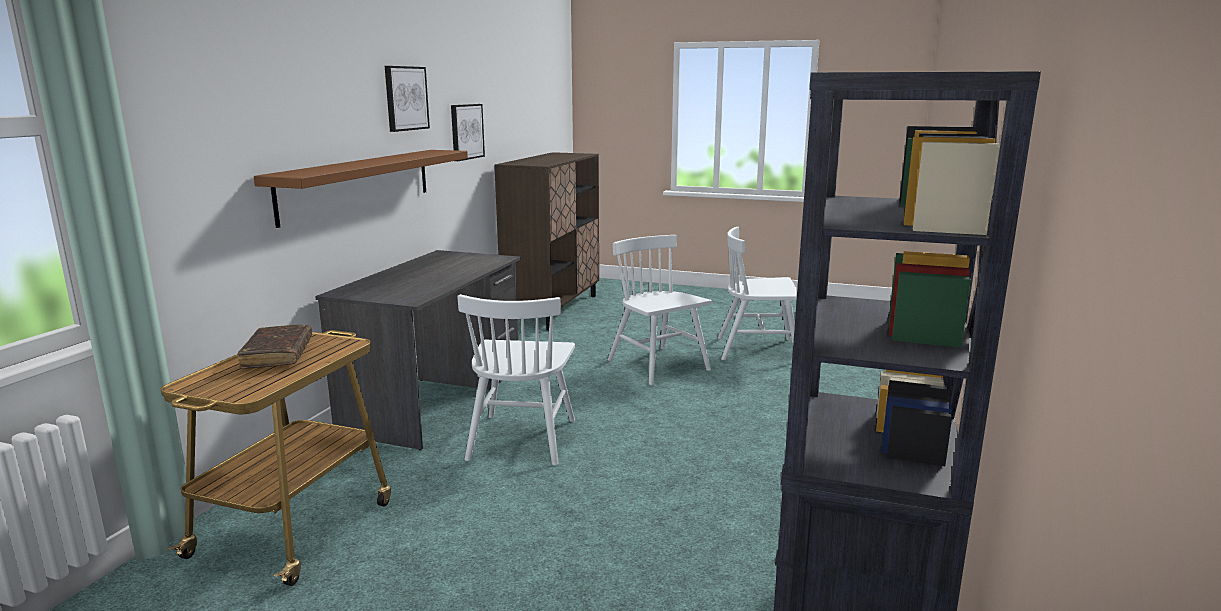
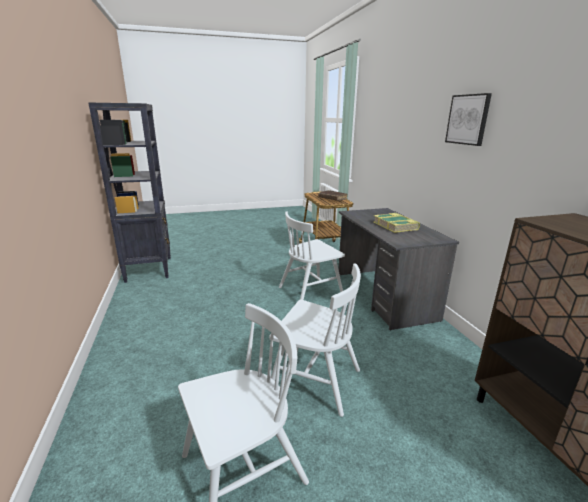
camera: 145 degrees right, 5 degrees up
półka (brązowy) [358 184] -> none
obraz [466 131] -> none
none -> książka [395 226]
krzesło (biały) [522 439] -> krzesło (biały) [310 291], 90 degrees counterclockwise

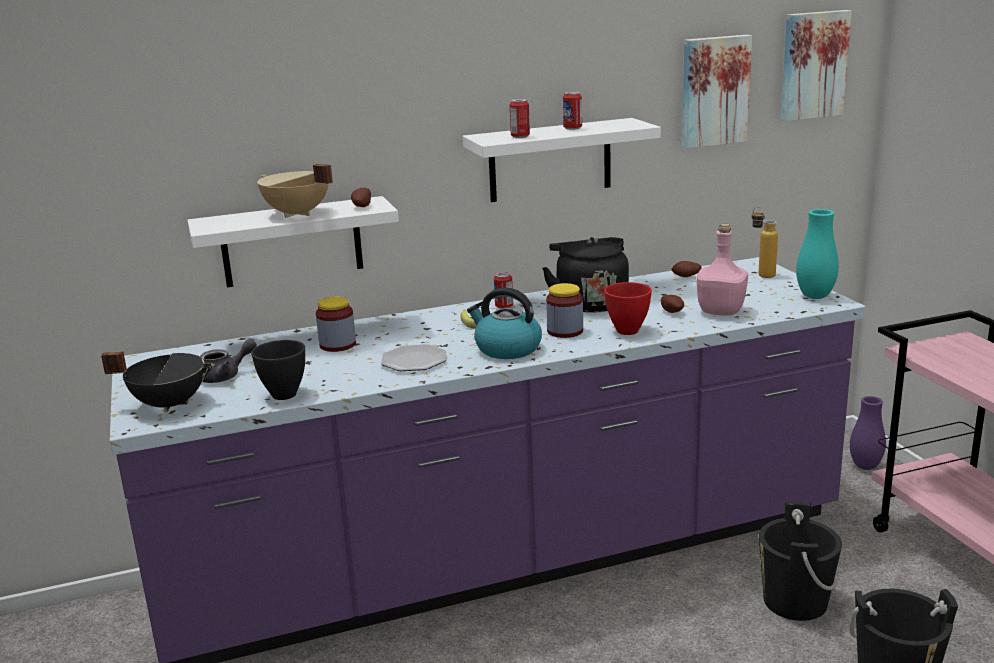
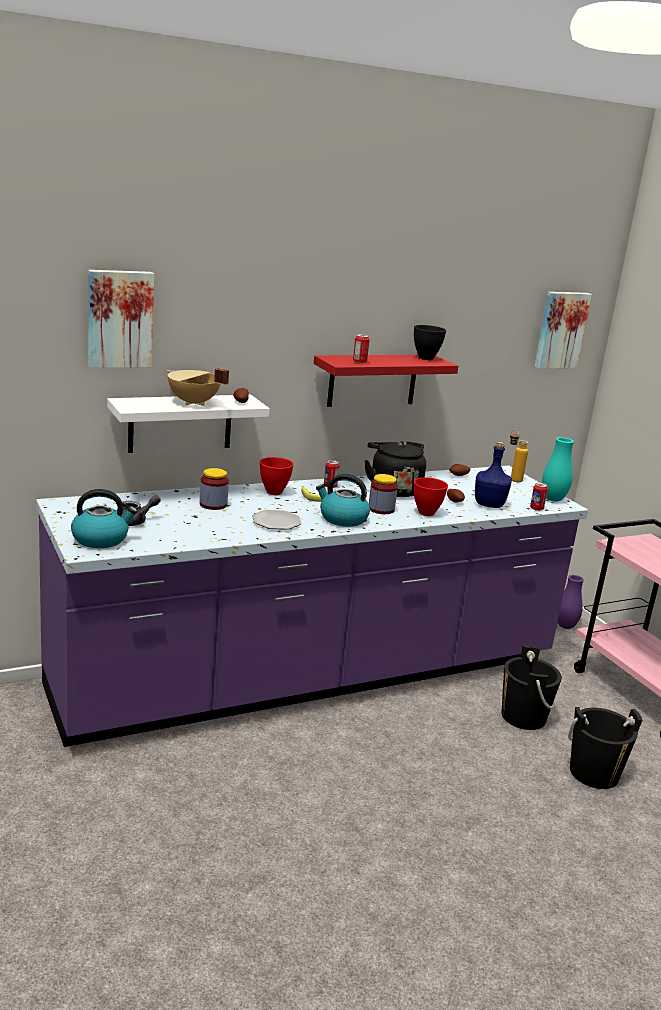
camera: 10 degrees left, 0 degrees up
none -> miska (czerwony) [273 492]
miska (czarny) [285 394] -> miska (czarny) [426 358], move
puszka [572 128] -> puszka [536 508], move
obraz [713 91] -> obraz [119 318], move
garnek (czarny) [169 404] -> czajnik [101 539]
półka (biały) [550 160] -> półka (czerwony) [372 380]
butelka (różowy) [721 312] -> butelka (niebieski) [489 505]

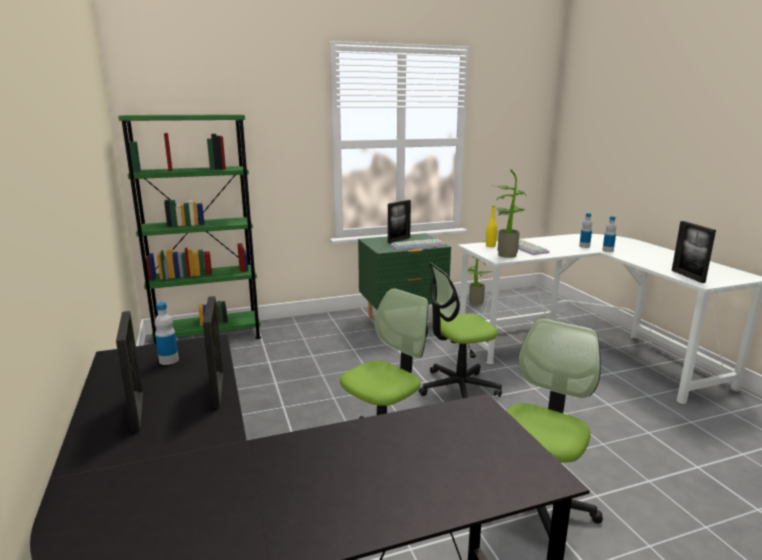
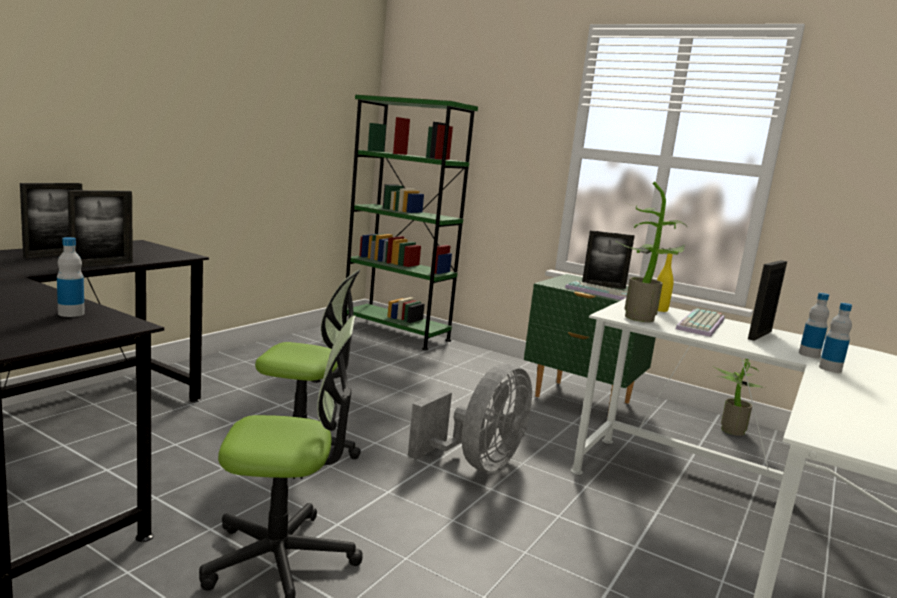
camera: 50 degrees right, 5 degrees down
butelka [169 360] -> butelka [71 313], move
ramka na zdjęcie [687 276] -> ramka na zdjęcie [760 335], move
krzesło biurowe [458 388] -> wentylator (szary) [477 464]

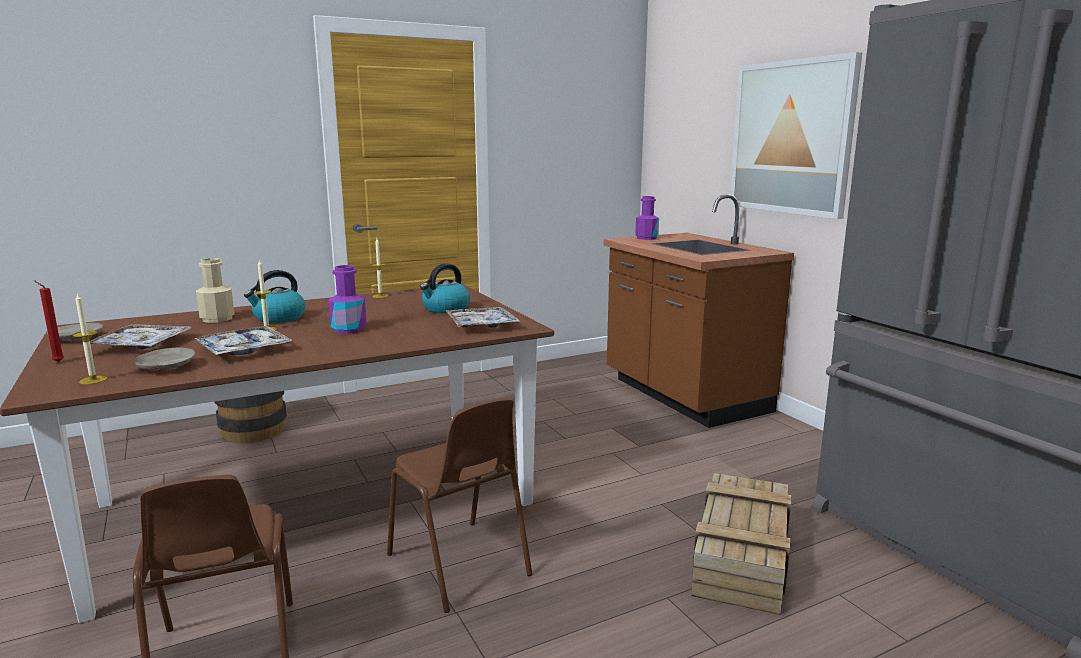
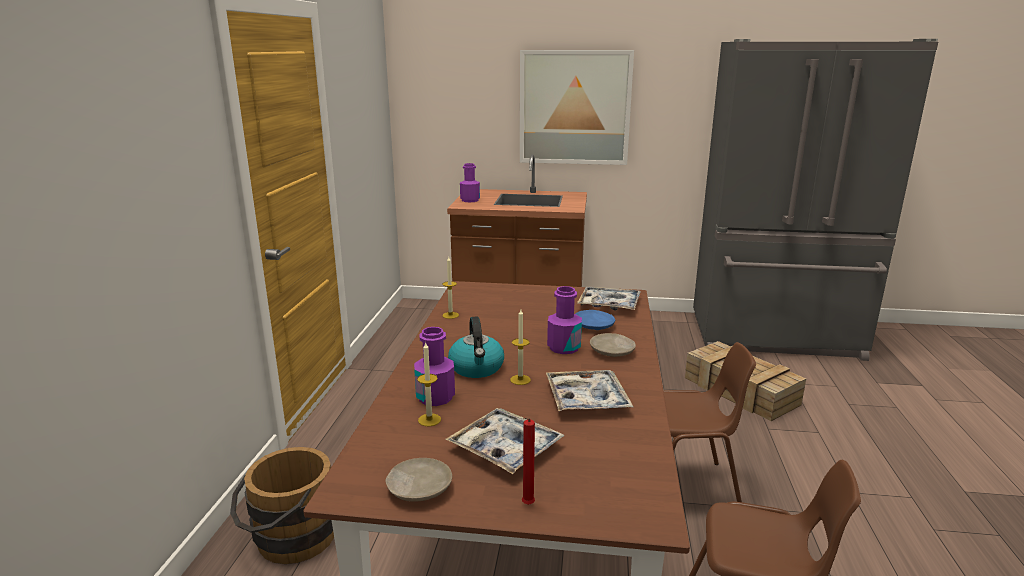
camera: 55 degrees left, 5 degrees up
czajnik [445 309] -> none
none -> talerz (niebieski) [594 326]
świeca [93 380] -> świeca [429 420], move
talerz (beżowy) [166 367] -> talerz (beżowy) [612 352], move
butelka (beżowy) [217 319] -> butelka (fioletowy) [435 397]

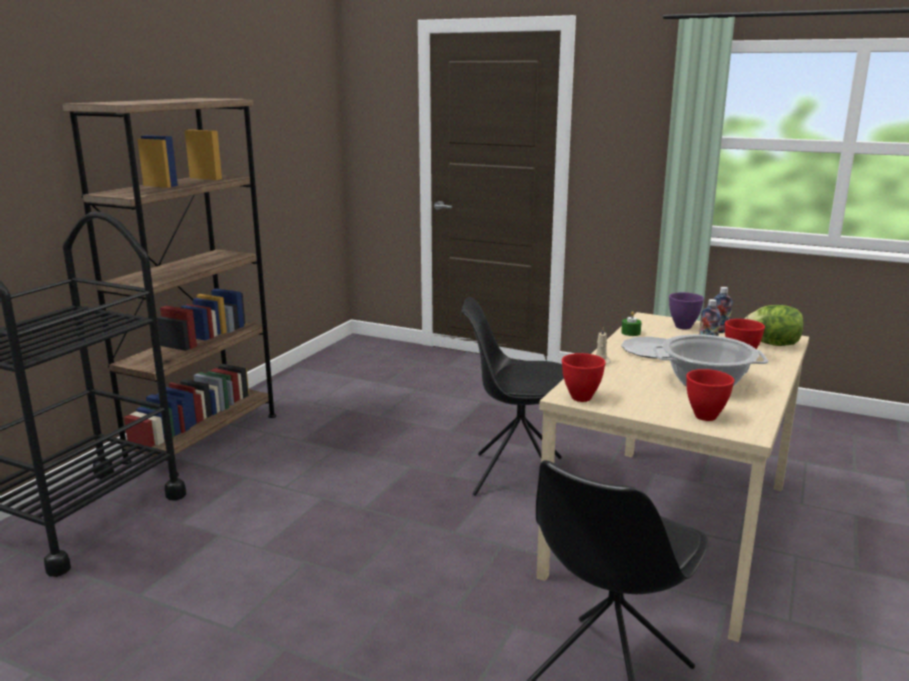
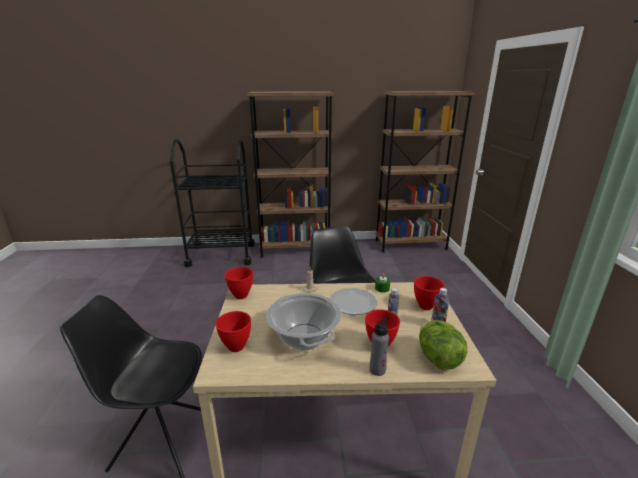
camera: 60 degrees right, 5 degrees up
none -> butelka (szary) [377 369]
none -> regał (brązowy) [410 244]
miska (fioletowy) [684 327] -> miska (czerwony) [426 306]

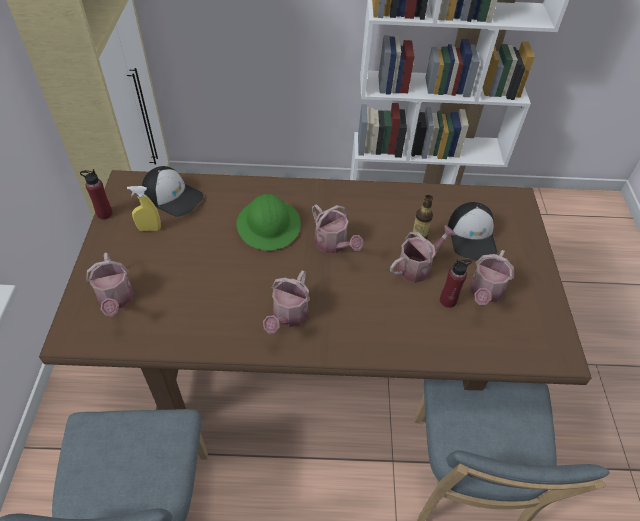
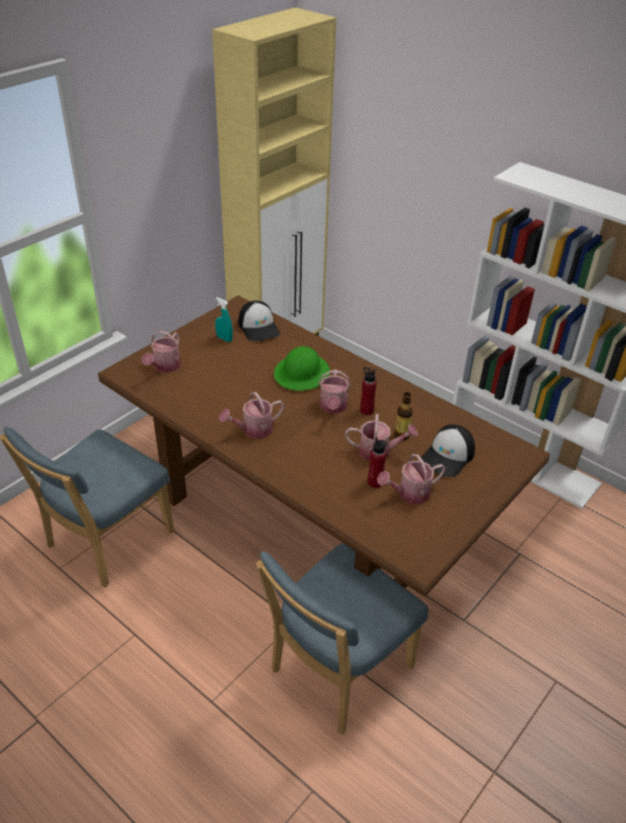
camera: 40 degrees right, 10 degrees down
butelka (czerwony) [104 213] -> butelka (czerwony) [366 410], move
spryskiwacz (żółty) [149 229] -> spryskiwacz (turkusowy) [224 339]

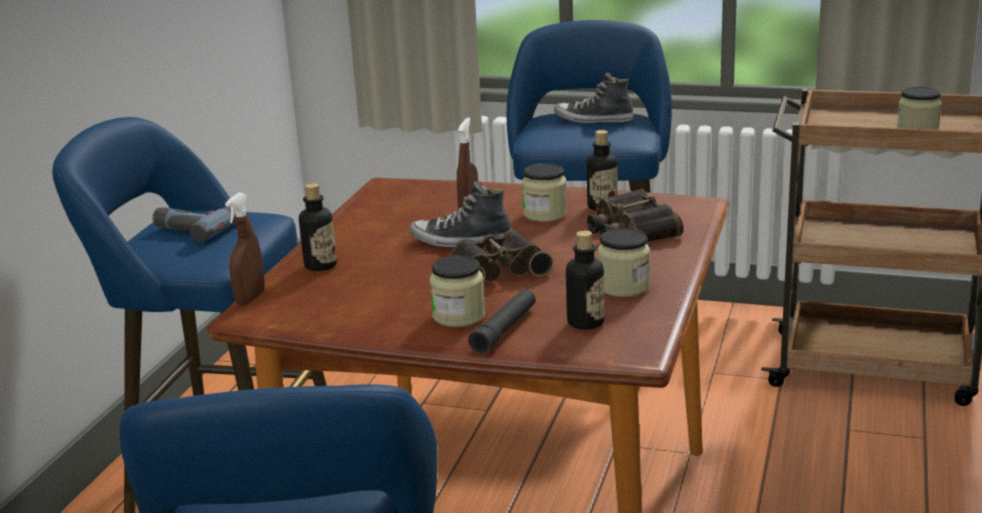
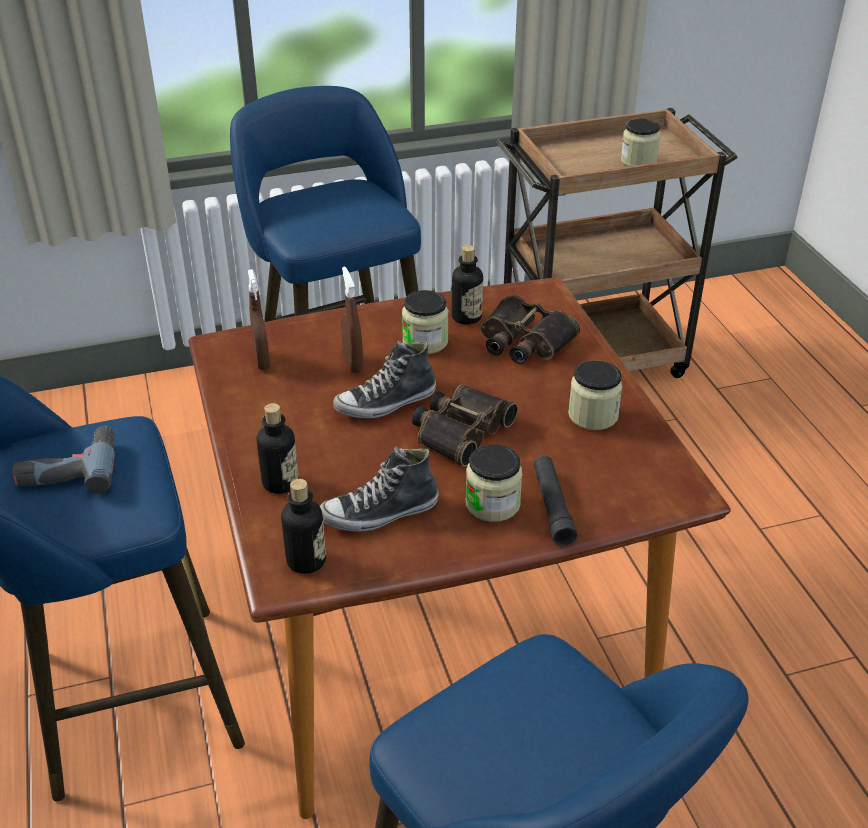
camera: 35 degrees left, 15 degrees up
spryskiwacz (brązowy) [250 298] -> spryskiwacz (brązowy) [262 361], move
but [593 120] -> but [380 513], move
butelka [585 322] -> butelka [306 561], move

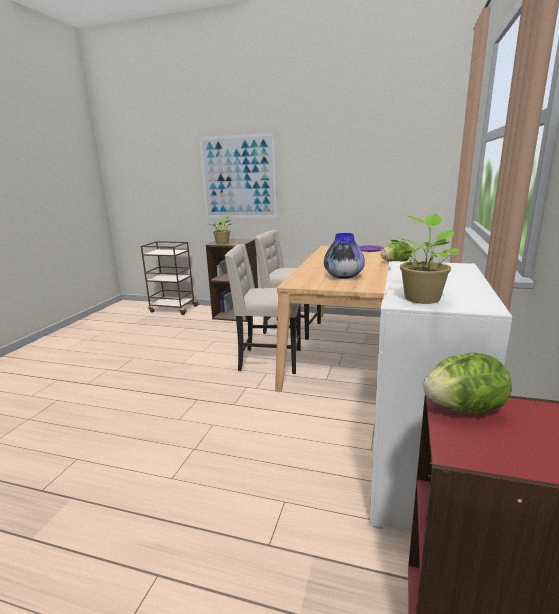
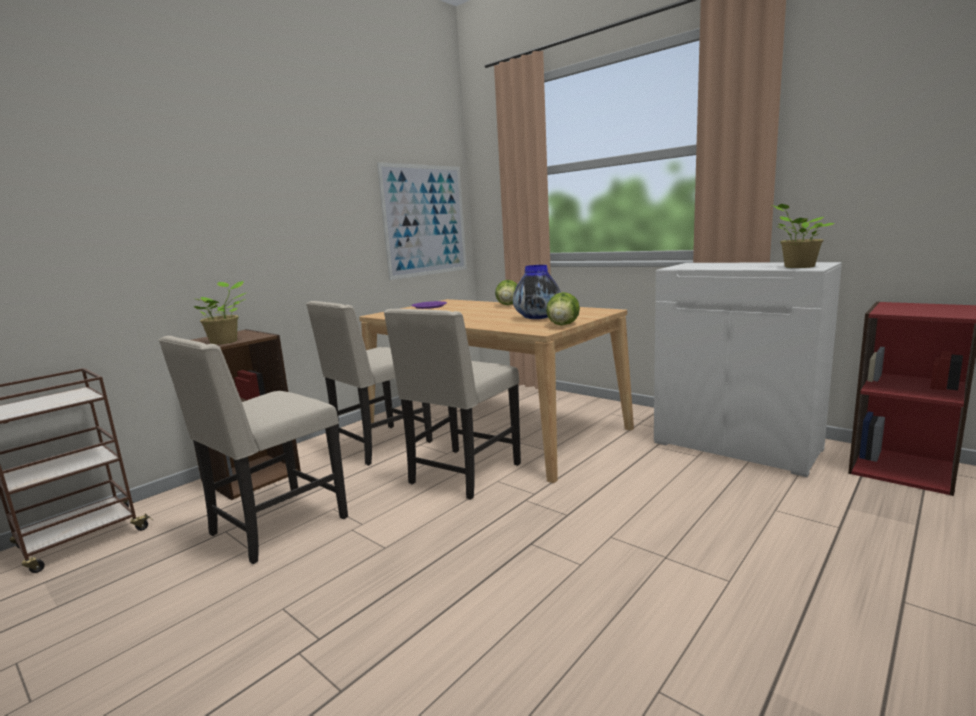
camera: 65 degrees left, 5 degrees down
none -> krzesło (beżowy) [275 527]
obraz [238 177] -> obraz [425 220], move
sałata [464 409] -> sałata [563 325], move

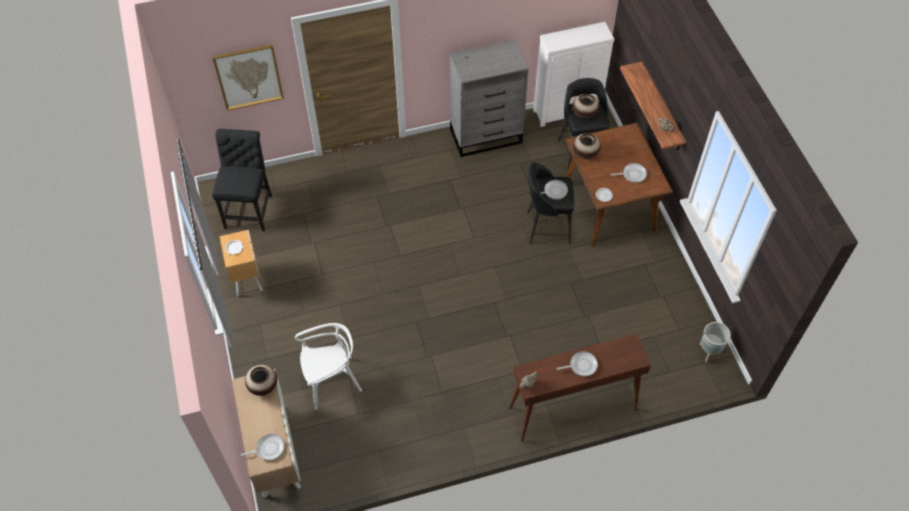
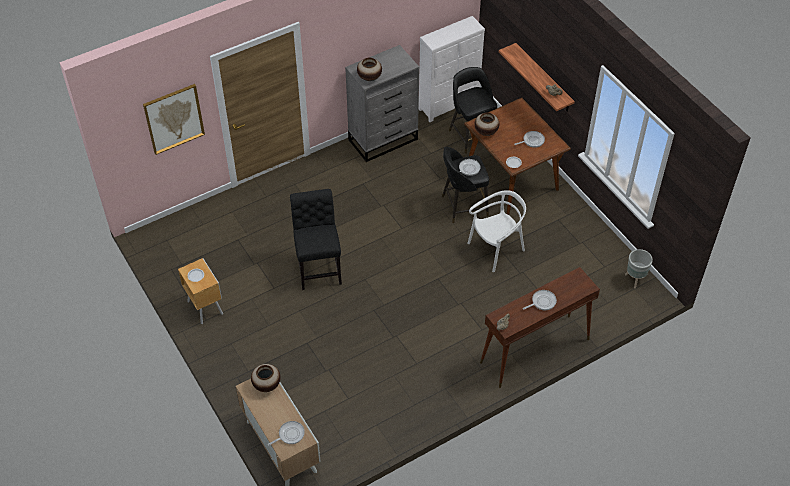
camera: 15 degrees left, 5 degrees down
krzesło (czarny) [249 209] -> krzesło (czarny) [318 267], move
krzesło (biały) [331 381] -> krzesło (biały) [496 249], move
wazon [584 114] -> wazon [369 78], move

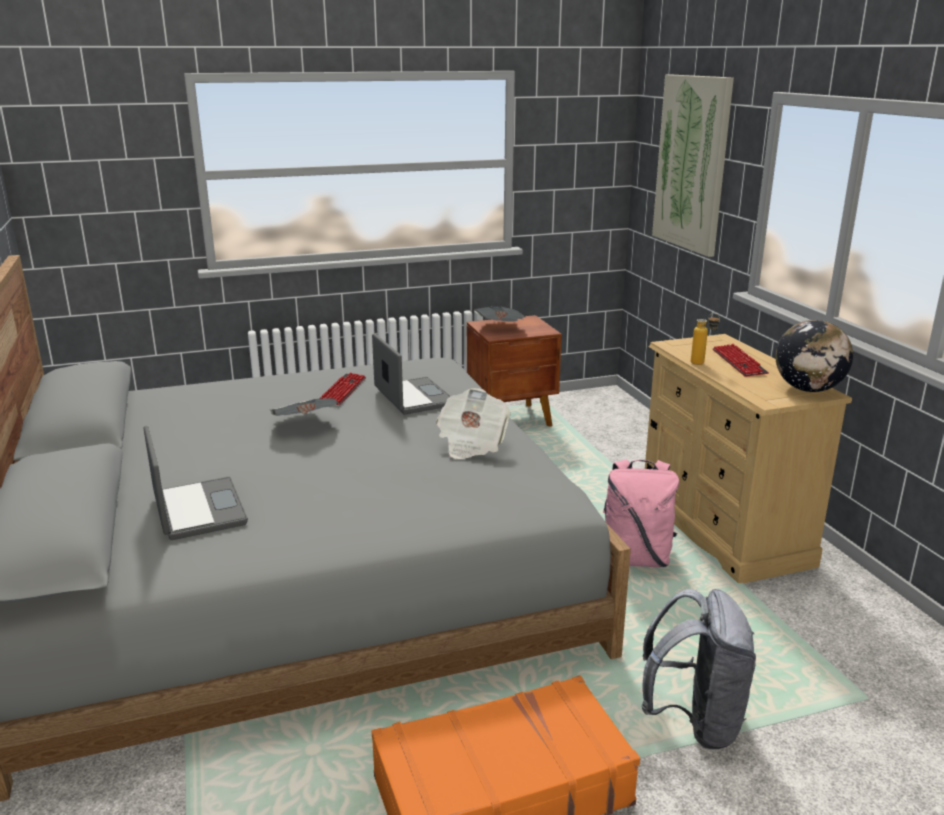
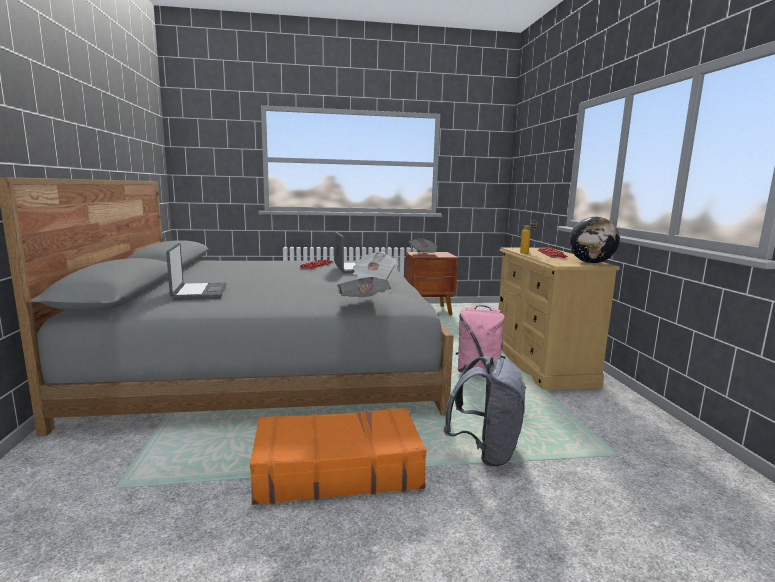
camera: 10 degrees right, 10 degrees down
obraz [692 163] -> none
gazeta [305 425] -> gazeta [363 303], move

